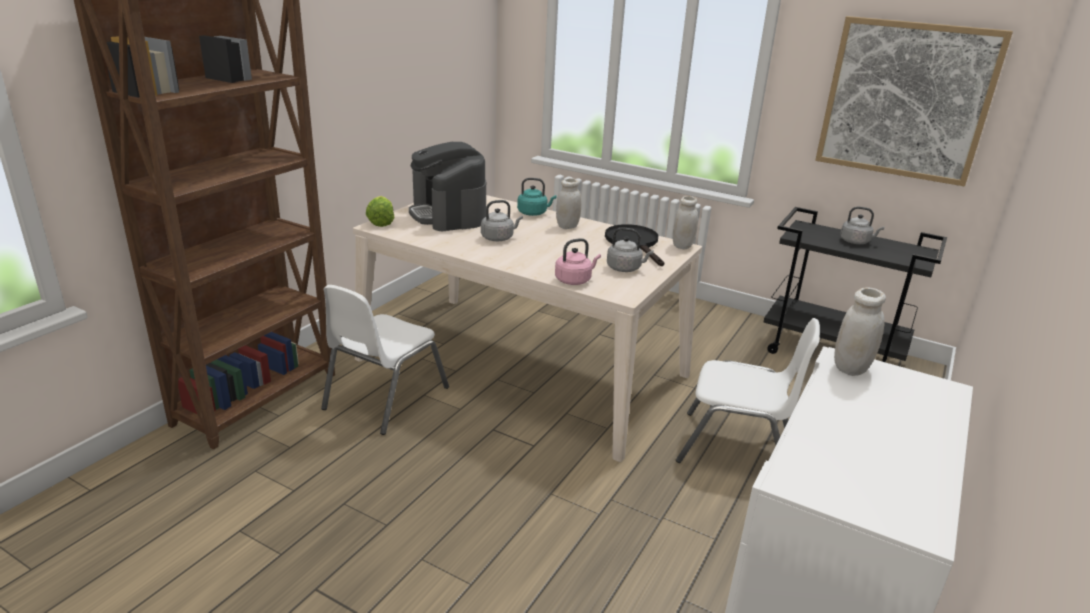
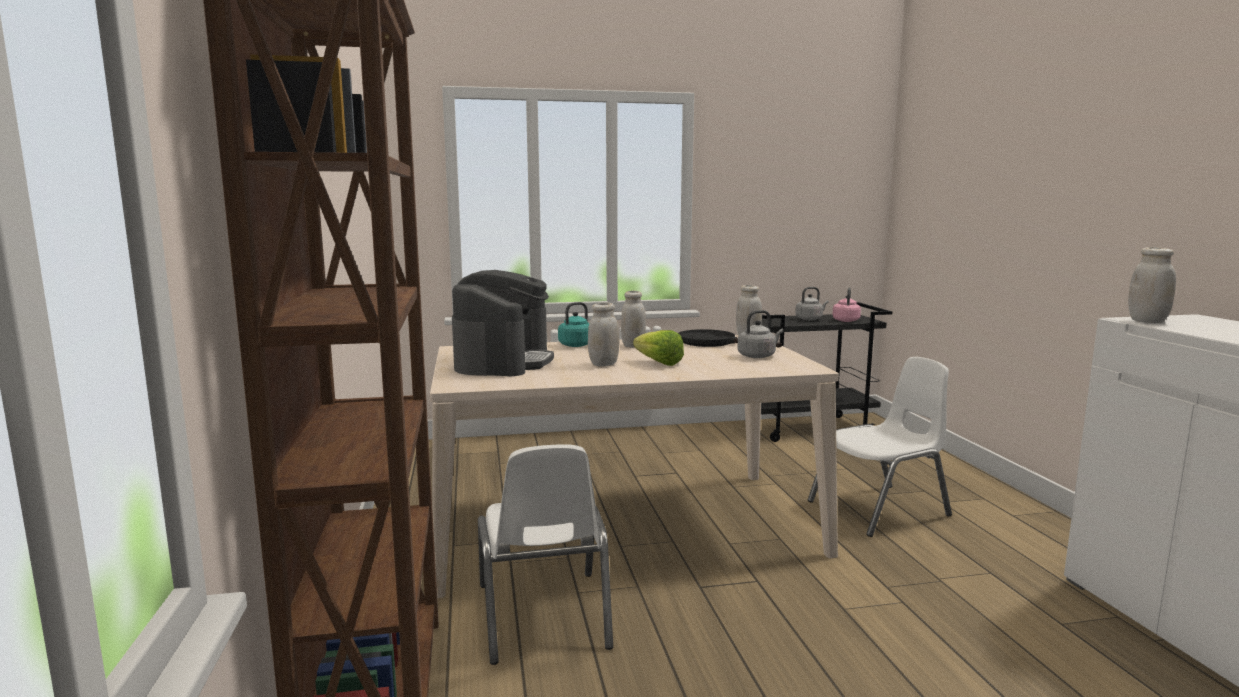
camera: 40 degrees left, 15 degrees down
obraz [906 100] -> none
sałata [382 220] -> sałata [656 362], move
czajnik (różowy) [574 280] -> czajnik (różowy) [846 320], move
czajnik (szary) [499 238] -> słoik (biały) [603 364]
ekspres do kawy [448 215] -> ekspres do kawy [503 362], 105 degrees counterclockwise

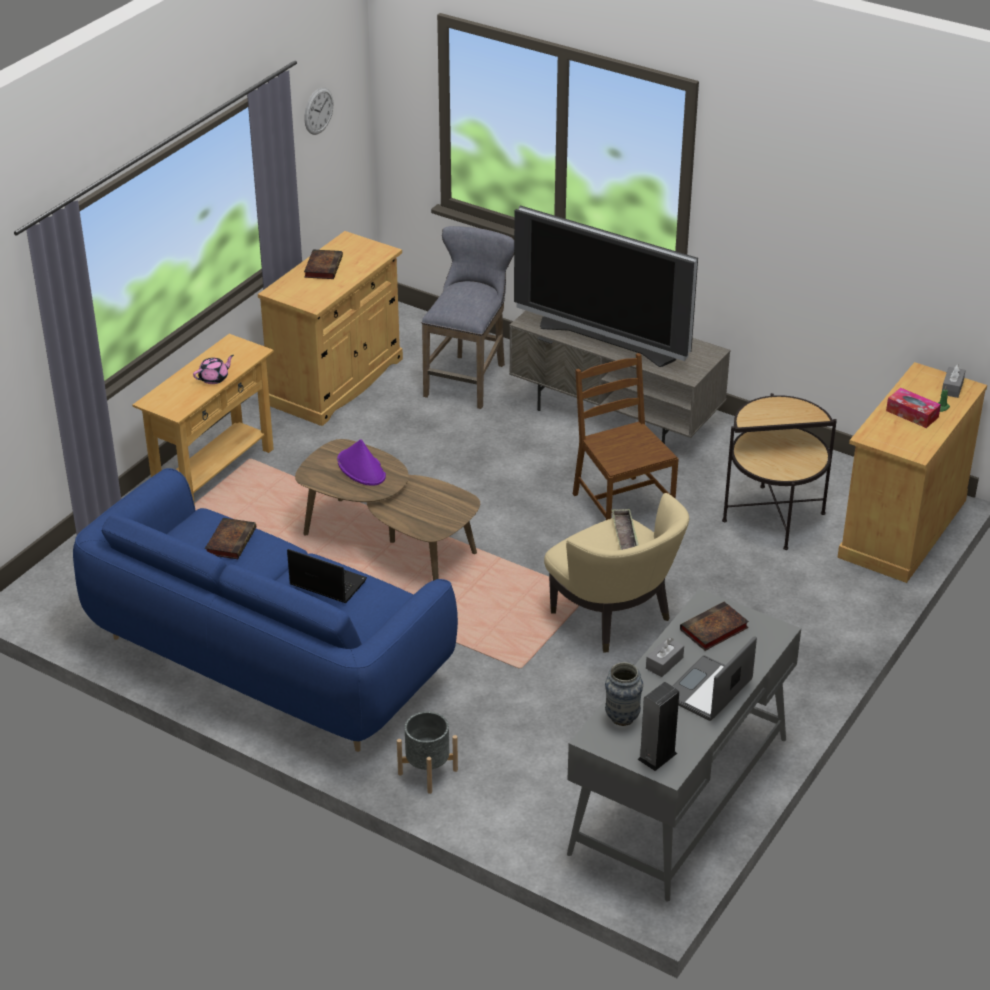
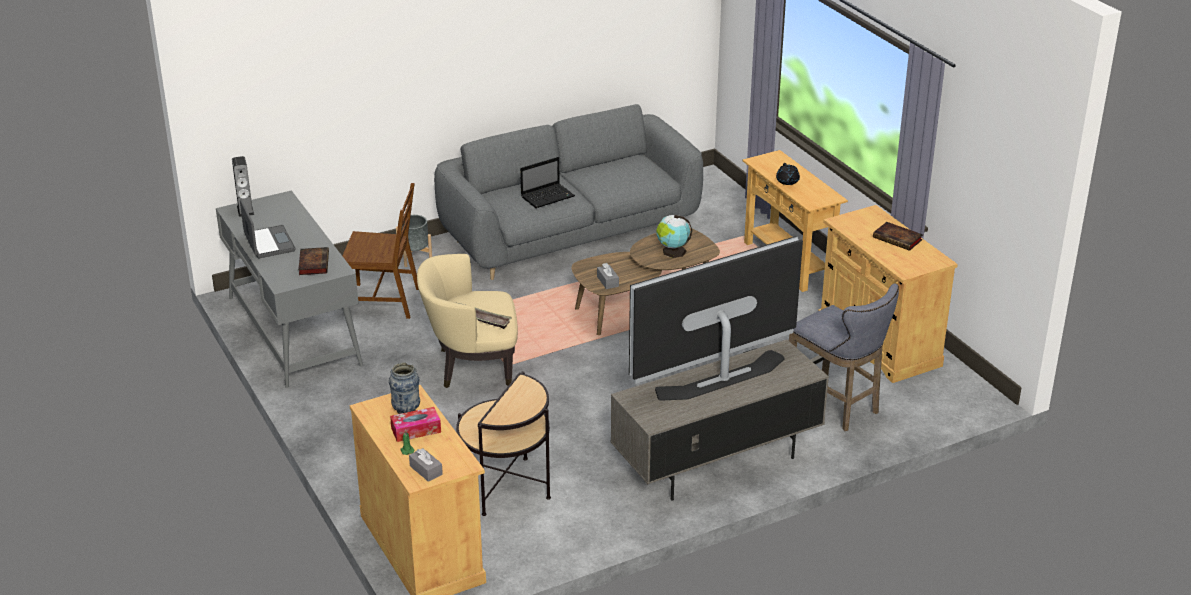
camera: 120 degrees right, 5 degrees down
książka [231 540] -> none
zegar ścienny [318 111] -> none
krzesło (brązowy) [620 506] -> krzesło (brązowy) [383 301], move
wazon [622 718] -> wazon [406 410], move
pudełko chusteczek (szary) [664 663] -> pudełko chusteczek (szary) [607 281], move
kapelusz (fioletowy) [361 469] -> globus [672 251]
kanapa (niebieski) [267 659] -> kanapa (szary) [569 234]
imbryk (różowy) [214 378] -> imbryk (czarny) [787 181]

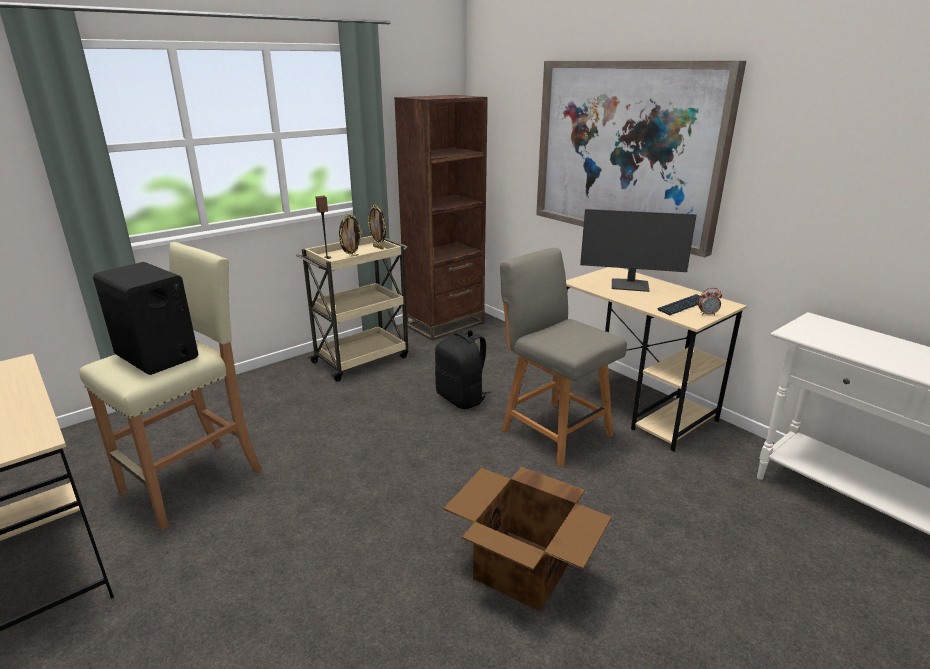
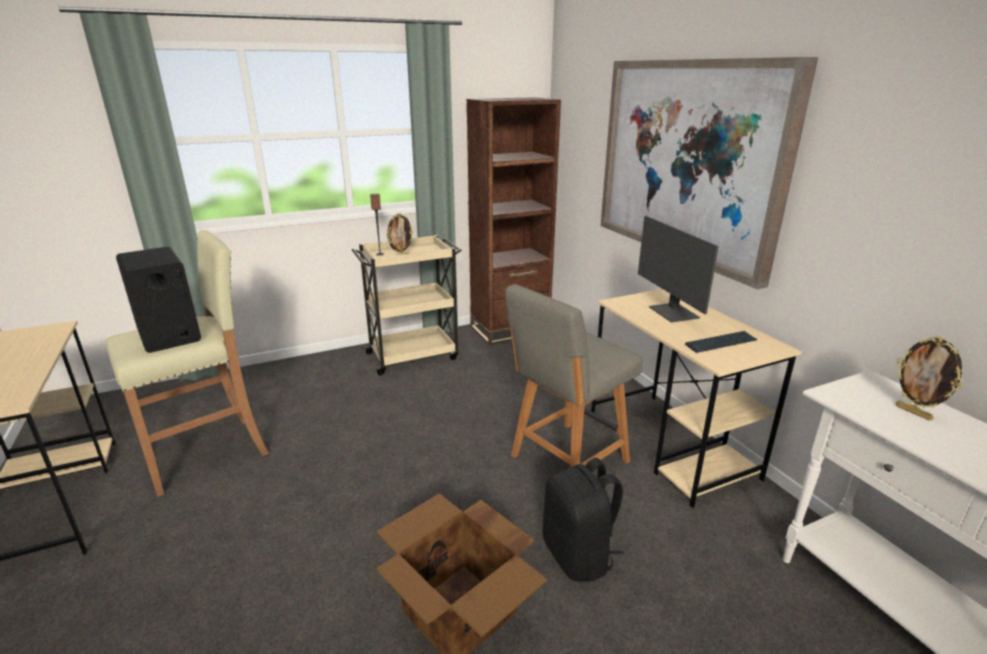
camera: 15 degrees right, 0 degrees up
budzik [707 314] -> none
ramka na zdjęcie [379 247] -> ramka na zdjęcie [914 412], move
plecak (czarny) [462 398] -> plecak (czarny) [579 555], move
krzesło (szary) [553 431] -> krzesło (szary) [566 460], 105 degrees counterclockwise
monitor [630 286] -> monitor [672 312], 45 degrees clockwise

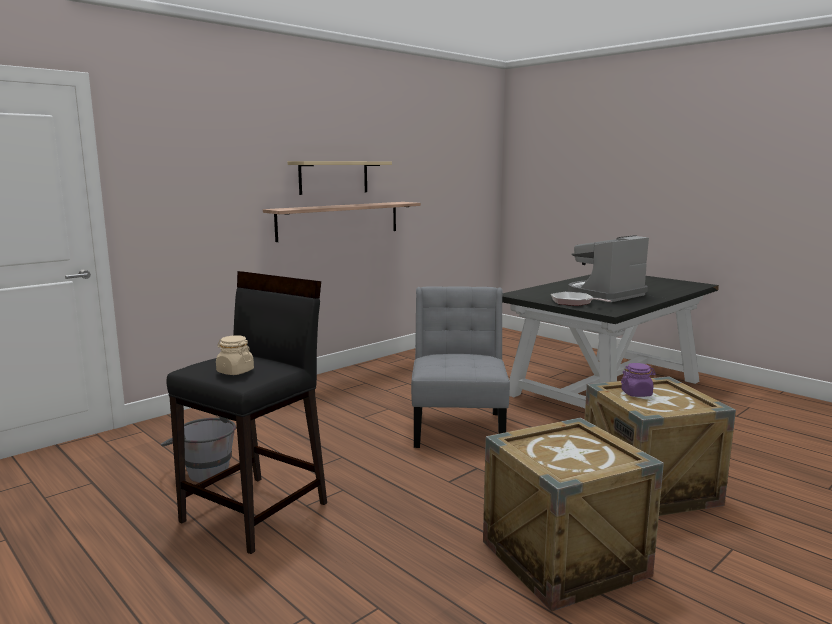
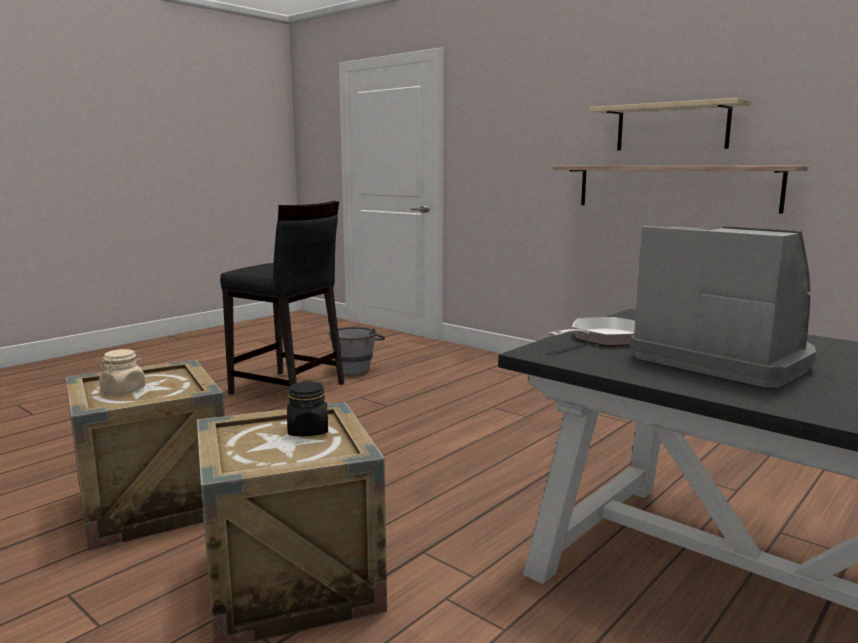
camera: 85 degrees right, 0 degrees up
krzesło (szary) [458 427] -> none
słoik (beżowy) [235 371] -> słoik (beżowy) [123 390], move
słoik (fioletowy) [636 393] -> słoik (czarny) [308 431]

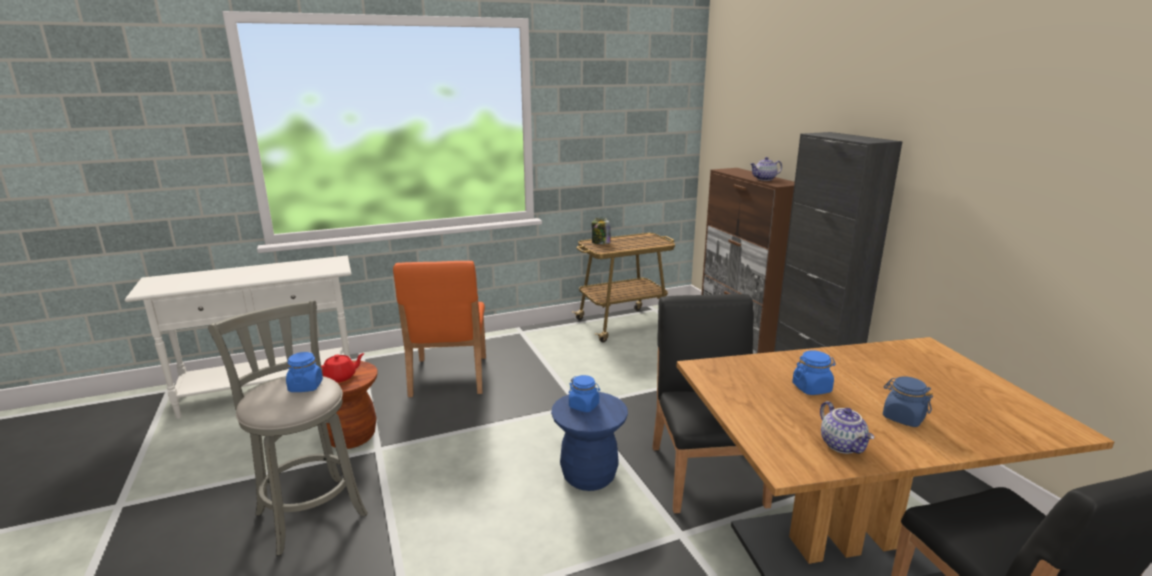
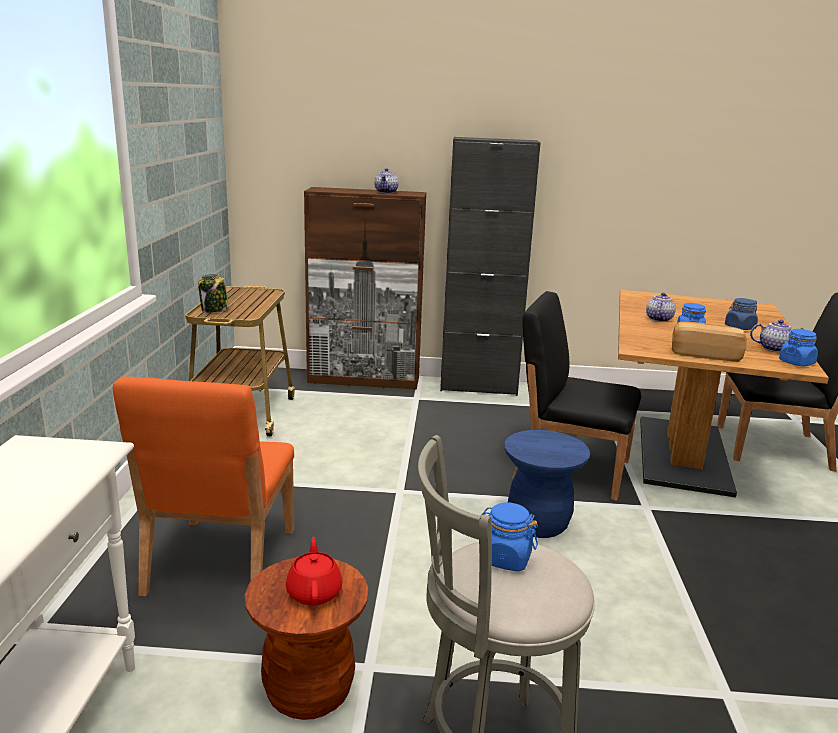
camera: 65 degrees left, 0 degrees up
none -> imbryk [658 319]
none -> chleb [705 354]
słoik (niebieski) [584 406] -> słoik (niebieski) [796 362], move
krzesło (pomarańczowy) [448 376] -> krzesło (pomarańczowy) [220 562], 75 degrees clockwise

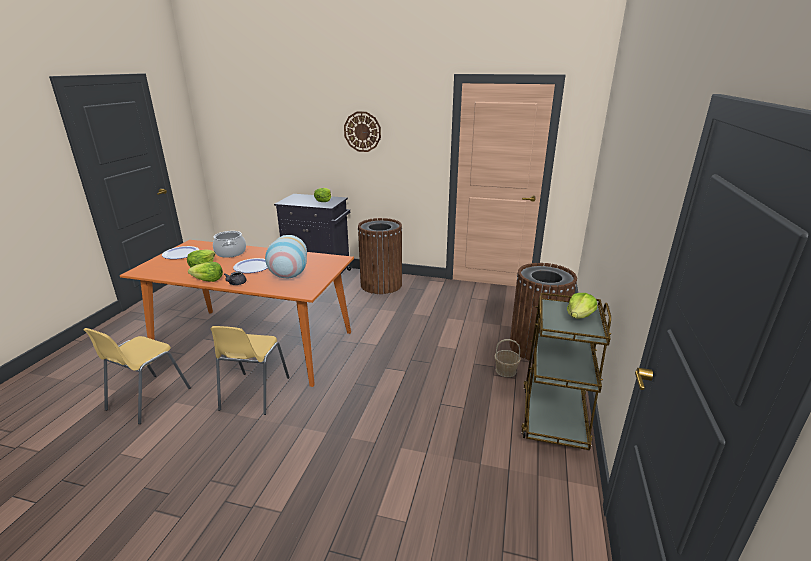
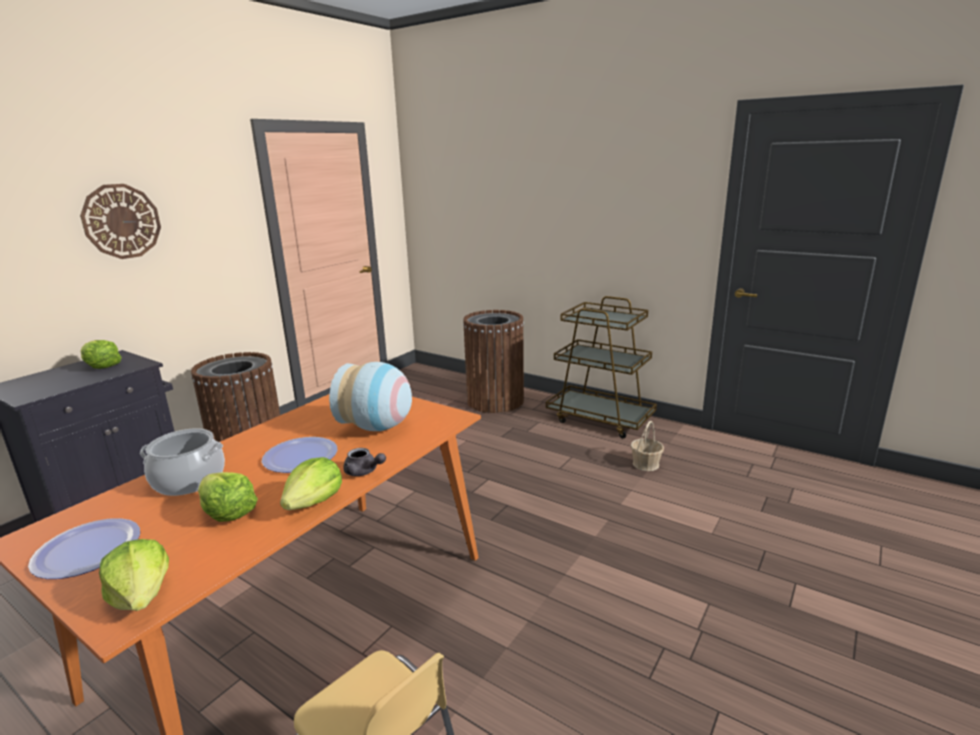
camera: 70 degrees left, 5 degrees down
krzesło (żółty) [254 393] -> none
koszyk [506 371] -> koszyk [646 464], move
sałata [579 316] -> sałata [142 595], move

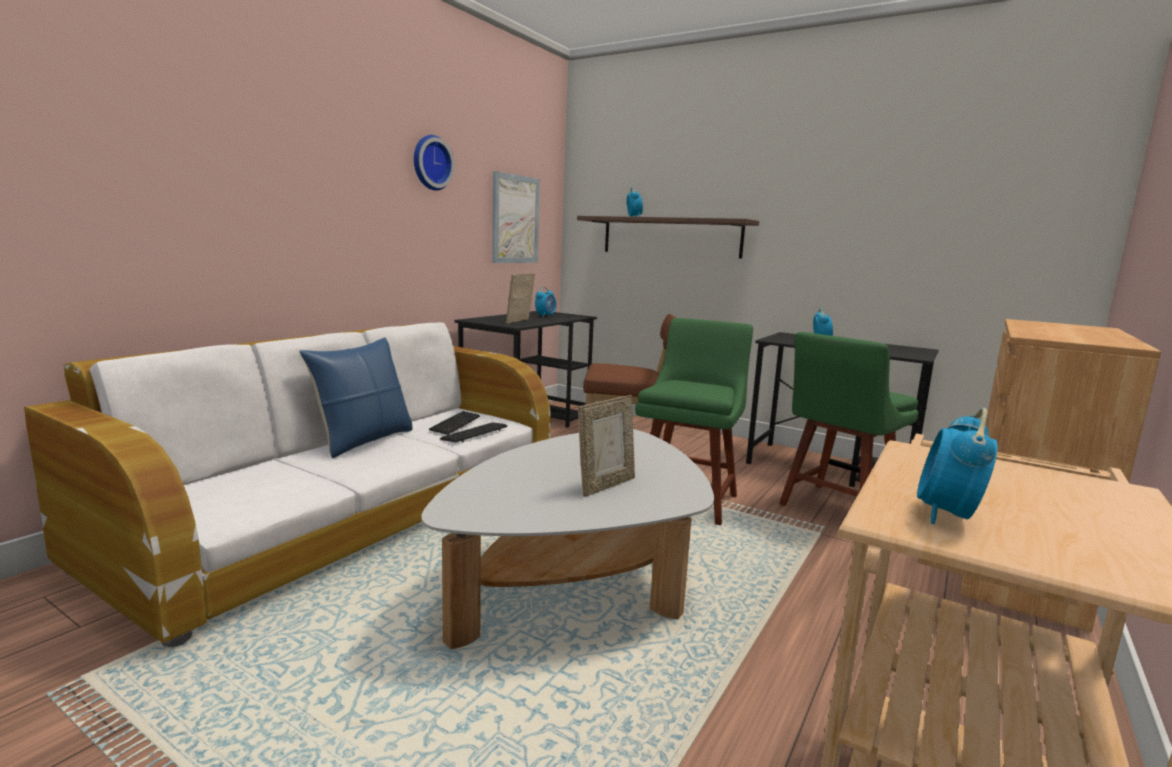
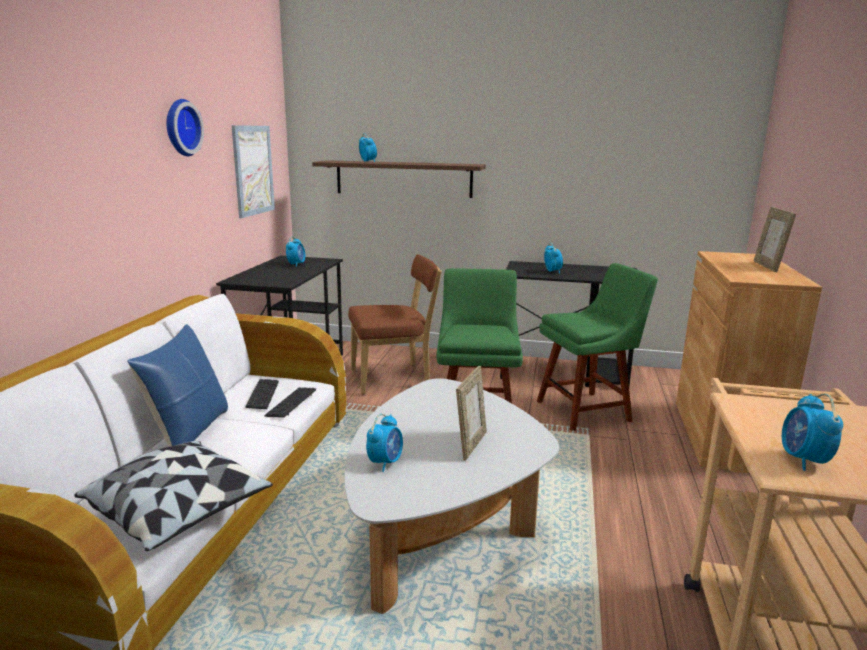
camera: 20 degrees left, 5 degrees up
none -> poduszka [180 512]
none -> budzik [385 462]
ramka na zdjęcie [520 321] -> ramka na zdjęcie [768 267], move
krzesło (zielony) [836 509] -> krzesło (zielony) [587 410], 135 degrees counterclockwise

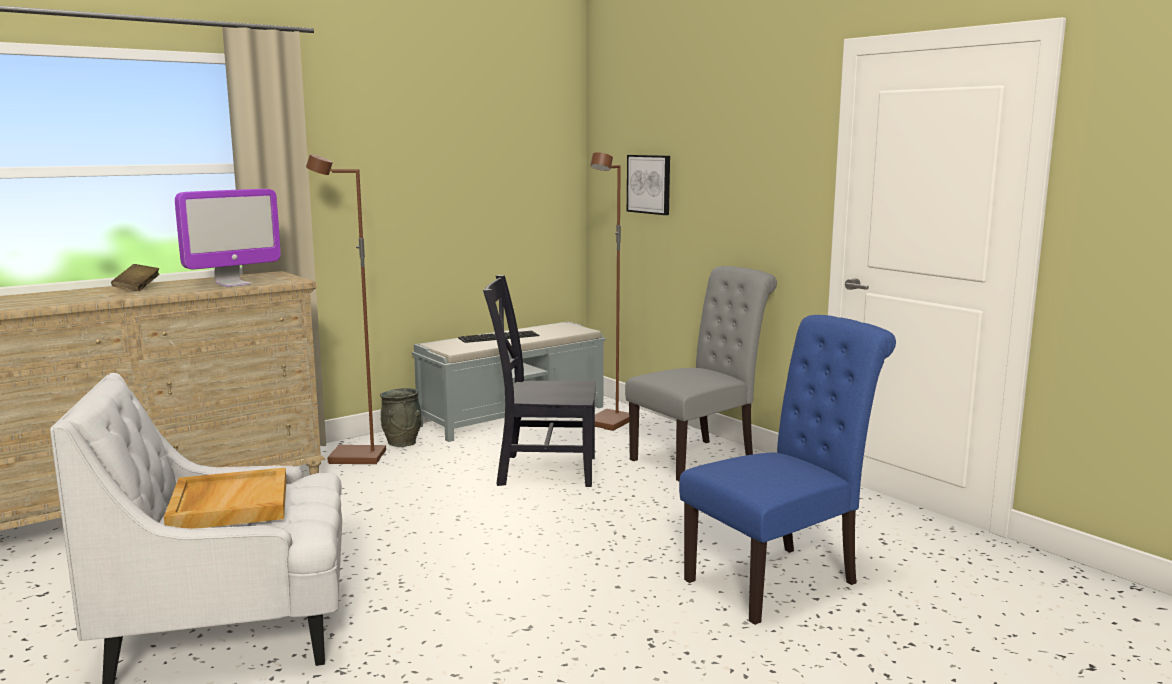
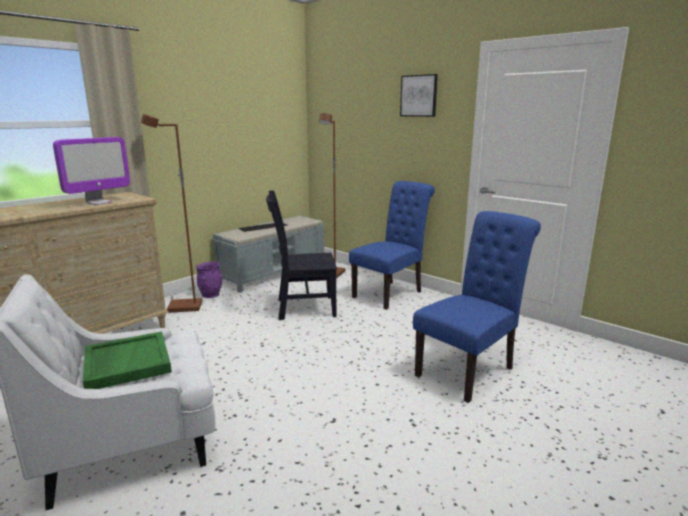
camera: 10 degrees left, 5 degrees up
książka (brązowy) [137 288] -> none
obraz [649 184] -> obraz [419 96], move
taca (beżowy) [229 504] -> taca (zielony) [126 363]
wazon (szary) [402 442] -> wazon (fioletowy) [211 295]
krzesło (szary) [699 458] -> krzesło (niebieski) [391 293]

